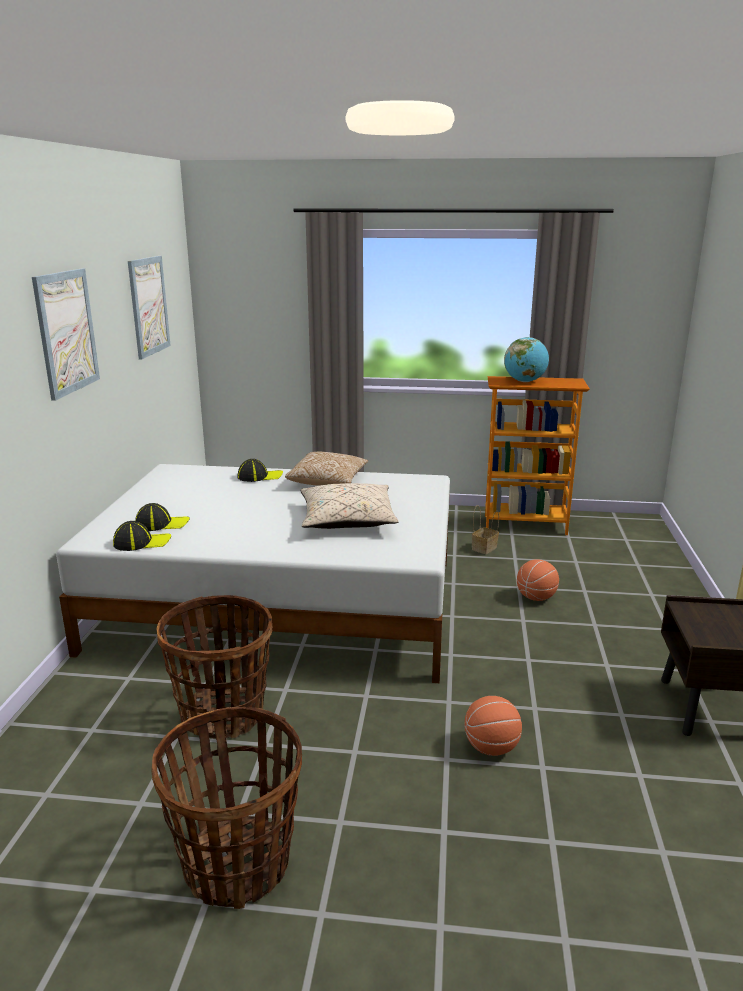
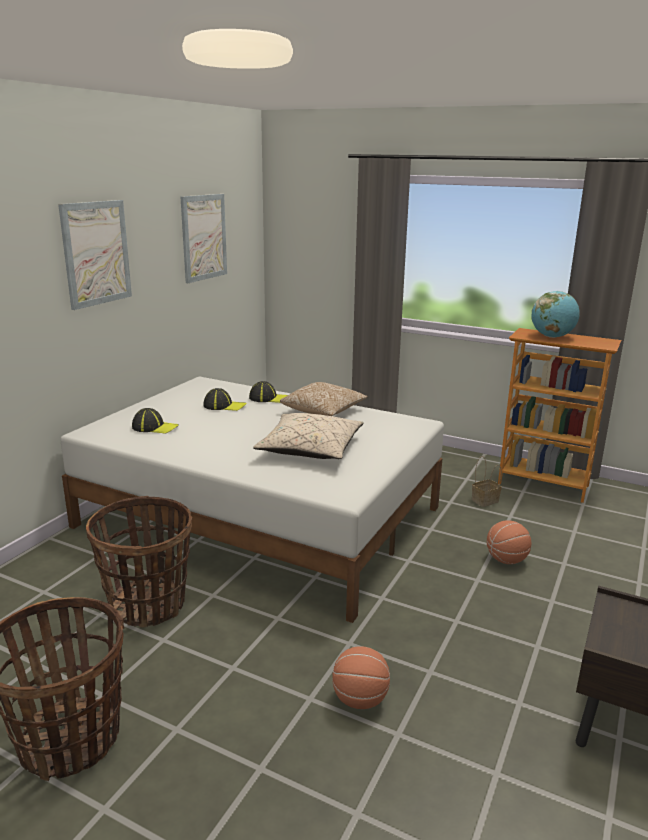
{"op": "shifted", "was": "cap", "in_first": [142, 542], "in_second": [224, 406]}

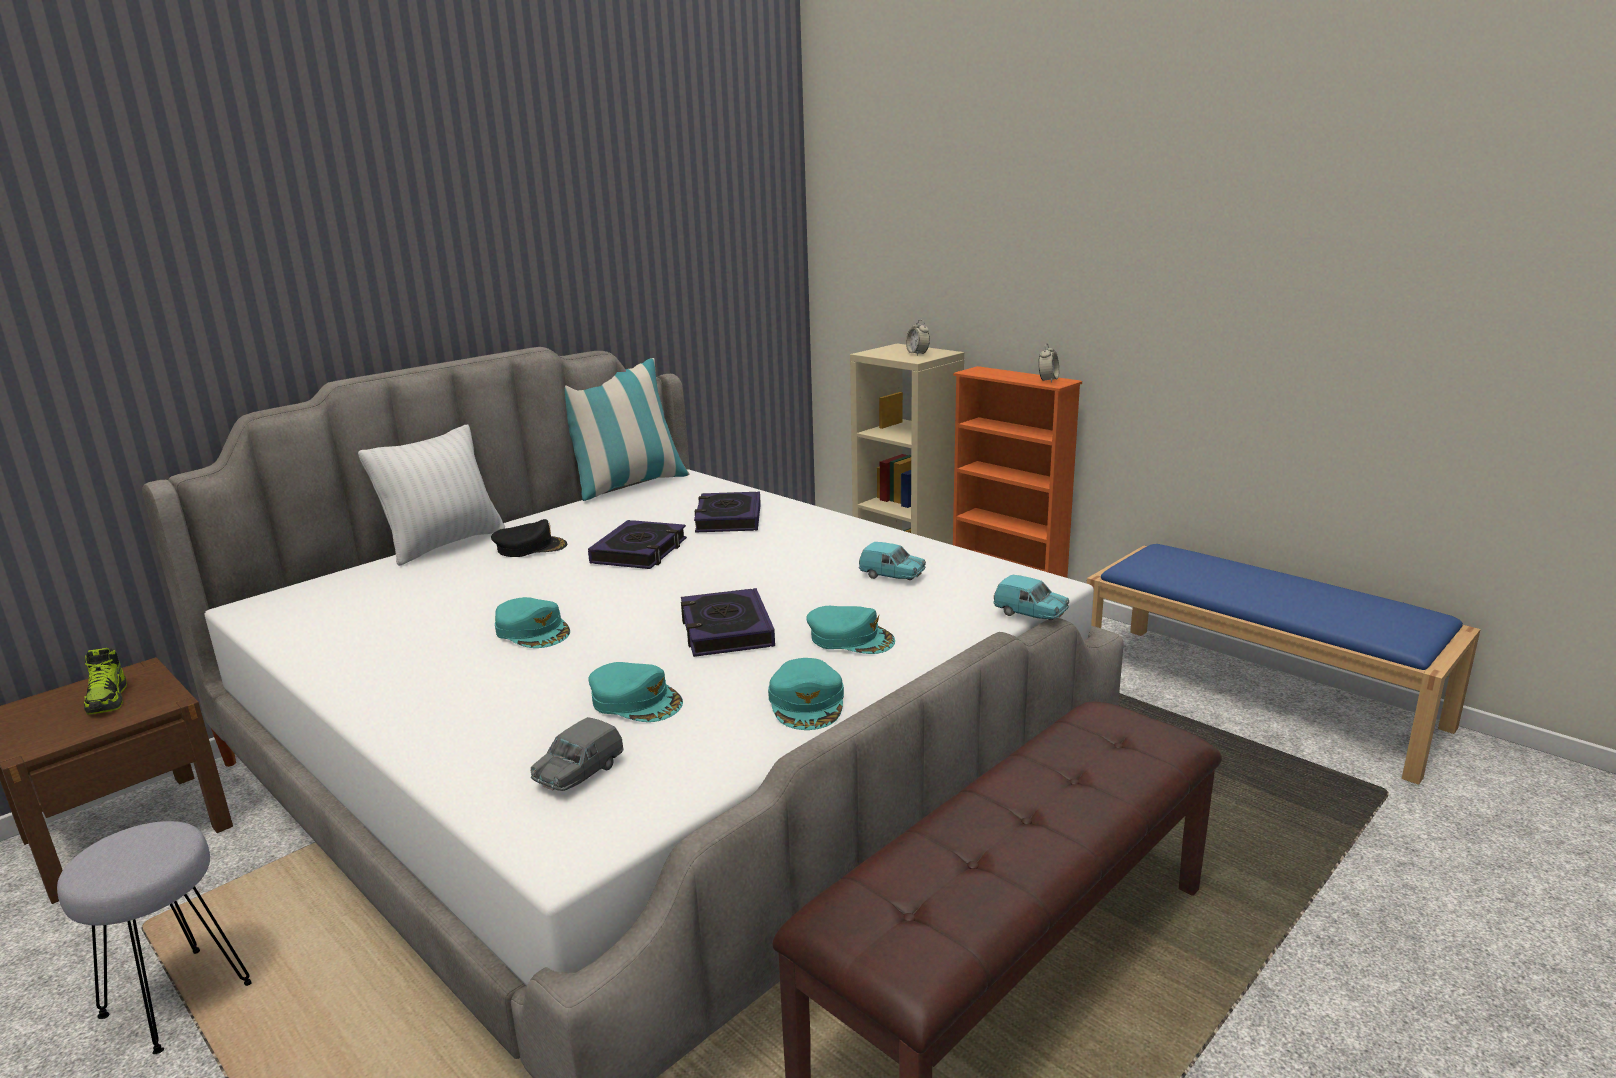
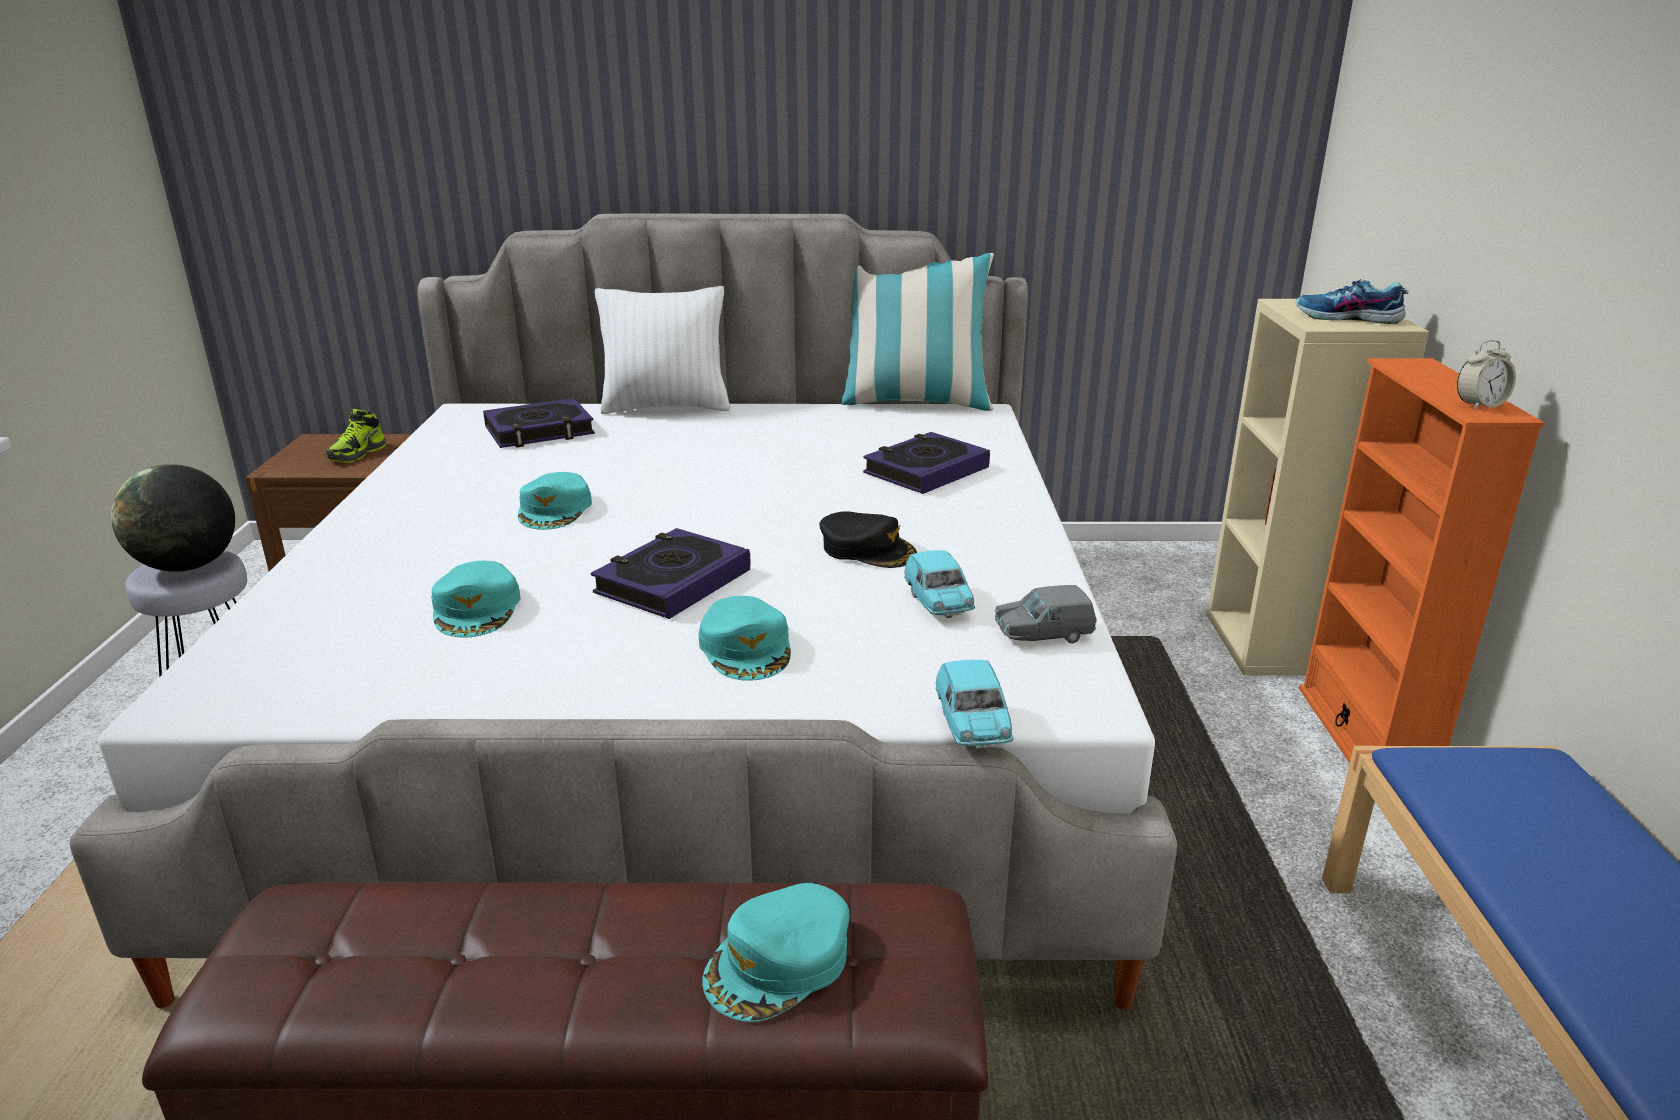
{"op": "new", "now": "globe", "in_second": [188, 566]}
{"op": "shifted", "was": "black cap", "in_first": [530, 547], "in_second": [868, 549]}
{"op": "shifted", "was": "grey toy car", "in_first": [579, 774], "in_second": [1043, 635]}
{"op": "shifted", "was": "book", "in_first": [640, 551], "in_second": [539, 431]}
{"op": "shifted", "was": "turquoise cap", "in_first": [807, 703], "in_second": [779, 963]}
{"op": "swapped", "was": "alarm clock", "now": "shoe", "in_first": [917, 354], "in_second": [1347, 318]}

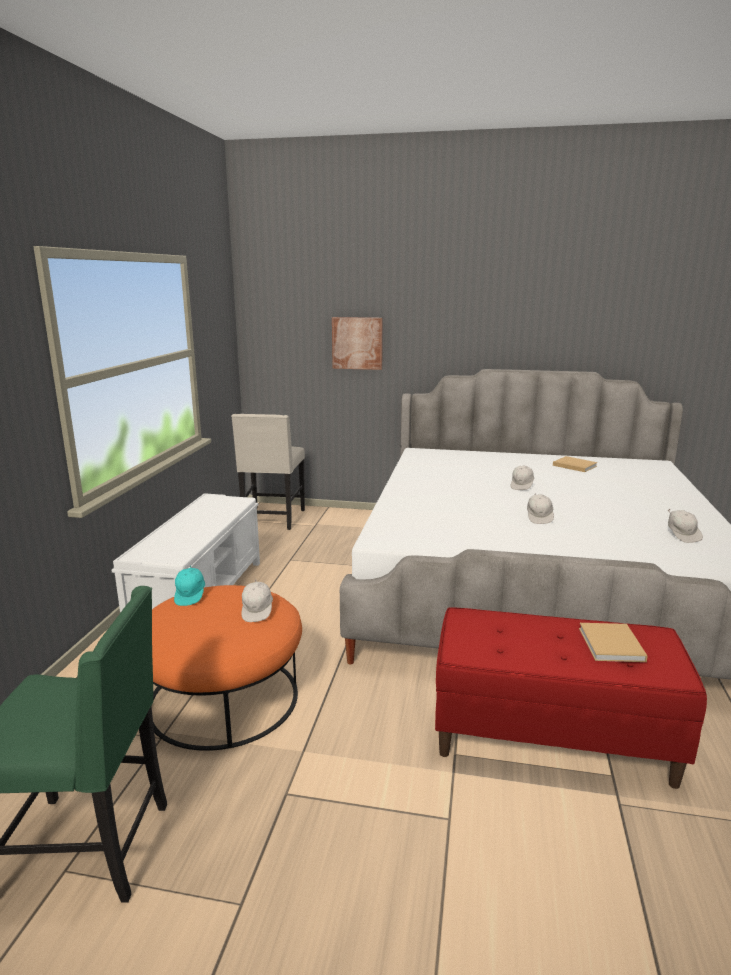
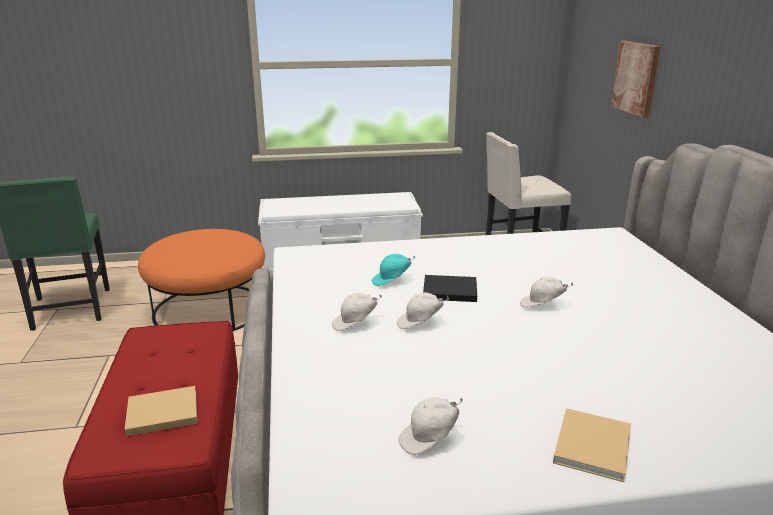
{"op": "new", "now": "black book", "in_second": [448, 290]}
{"op": "shifted", "was": "turquoise cap", "in_first": [190, 596], "in_second": [392, 281]}
{"op": "shifted", "was": "white cap", "in_first": [257, 611], "in_second": [355, 324]}
{"op": "shifted", "was": "beige book", "in_first": [573, 465], "in_second": [592, 444]}

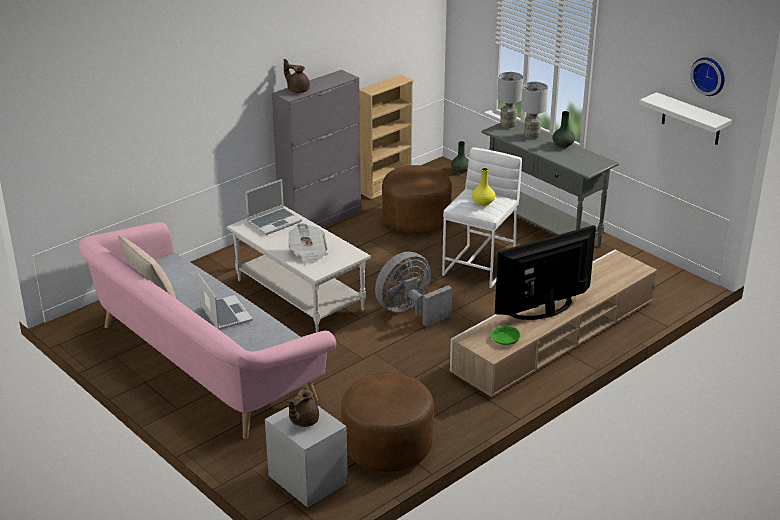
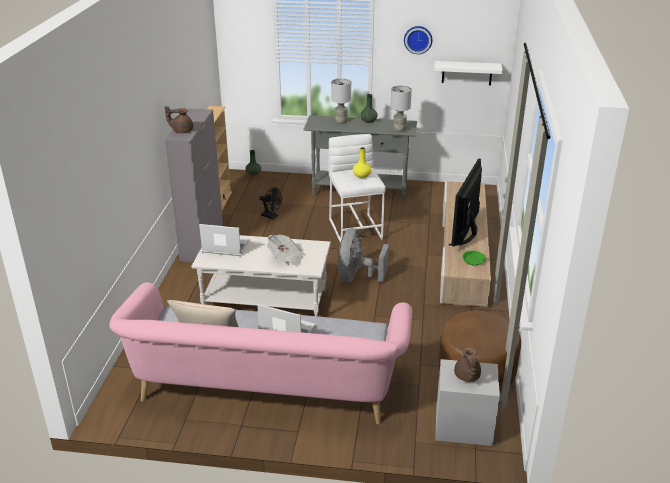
{"op": "shifted", "was": "grey table lamp", "in_first": [507, 125], "in_second": [399, 129]}
{"op": "shifted", "was": "wall clock", "in_first": [709, 75], "in_second": [418, 39]}
{"op": "swapped", "was": "brown ottoman", "now": "black fan", "in_first": [416, 220], "in_second": [271, 216]}
{"op": "rotated", "was": "laptop", "in_first": [274, 222], "in_second": [225, 247], "clockwise": -90}

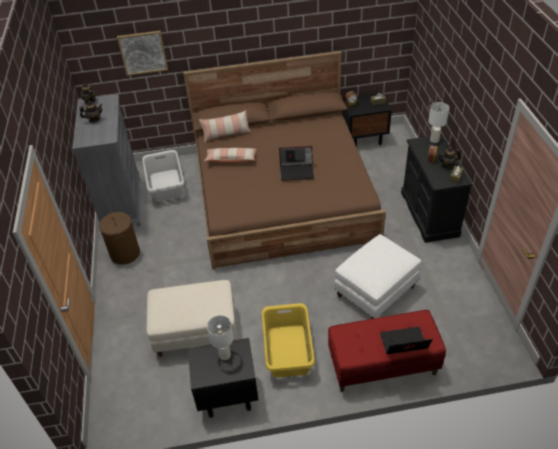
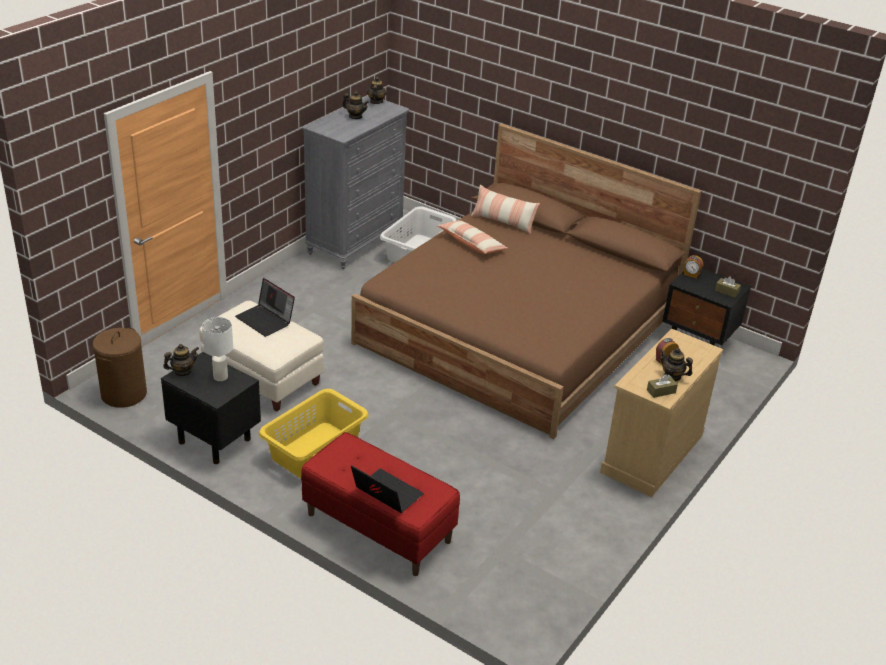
{"op": "gone", "was": "picture", "in_first": [143, 52]}
{"op": "gone", "was": "white ottoman", "in_first": [376, 292]}
{"op": "gone", "was": "white table lamp", "in_first": [434, 140]}
{"op": "new", "now": "teapot", "in_second": [182, 371]}
{"op": "shifted", "was": "brown laundry basket", "in_first": [125, 253], "in_second": [124, 394]}
{"op": "shifted", "was": "laptop", "in_first": [297, 171], "in_second": [266, 320]}
{"op": "repainted", "was": "black dresser", "now": "beige dresser", "in_first": [429, 214], "in_second": [651, 453]}

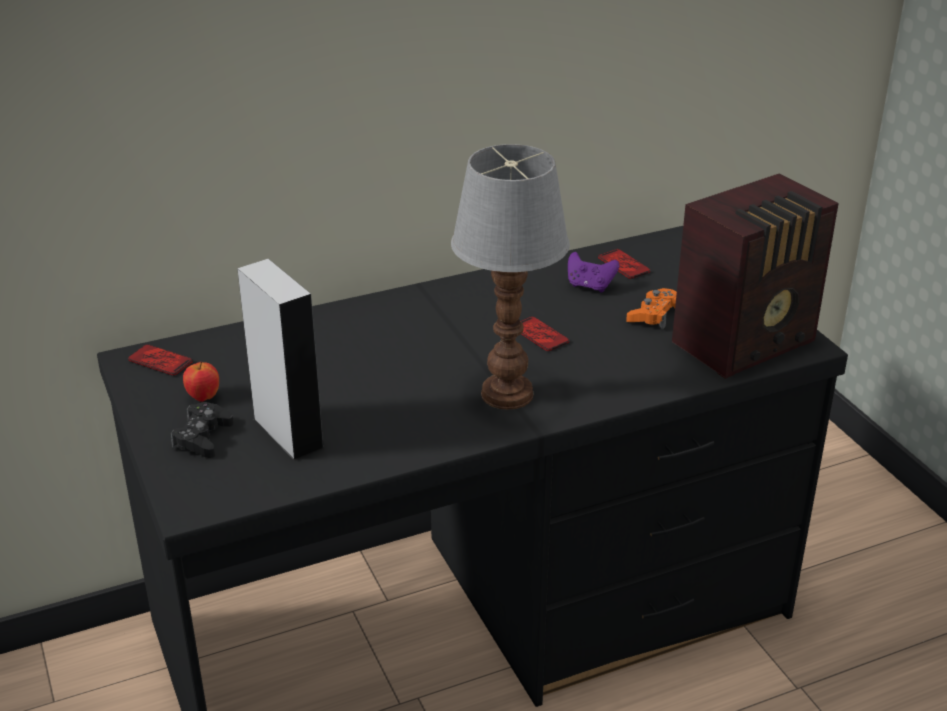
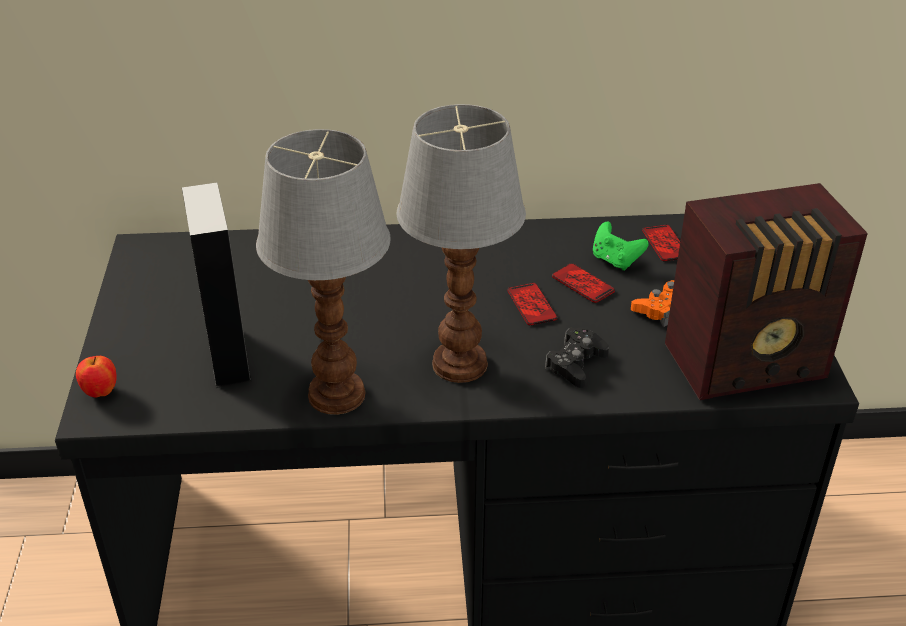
{"op": "new", "now": "table lamp", "in_second": [335, 393]}
{"op": "shifted", "was": "phone", "in_first": [160, 361], "in_second": [583, 284]}
{"op": "shifted", "was": "black game controller", "in_first": [203, 437], "in_second": [576, 364]}
{"op": "shifted", "was": "apple", "in_first": [203, 397], "in_second": [100, 392]}
{"op": "repainted", "was": "purple game controller", "now": "green game controller", "in_first": [590, 286], "in_second": [615, 260]}

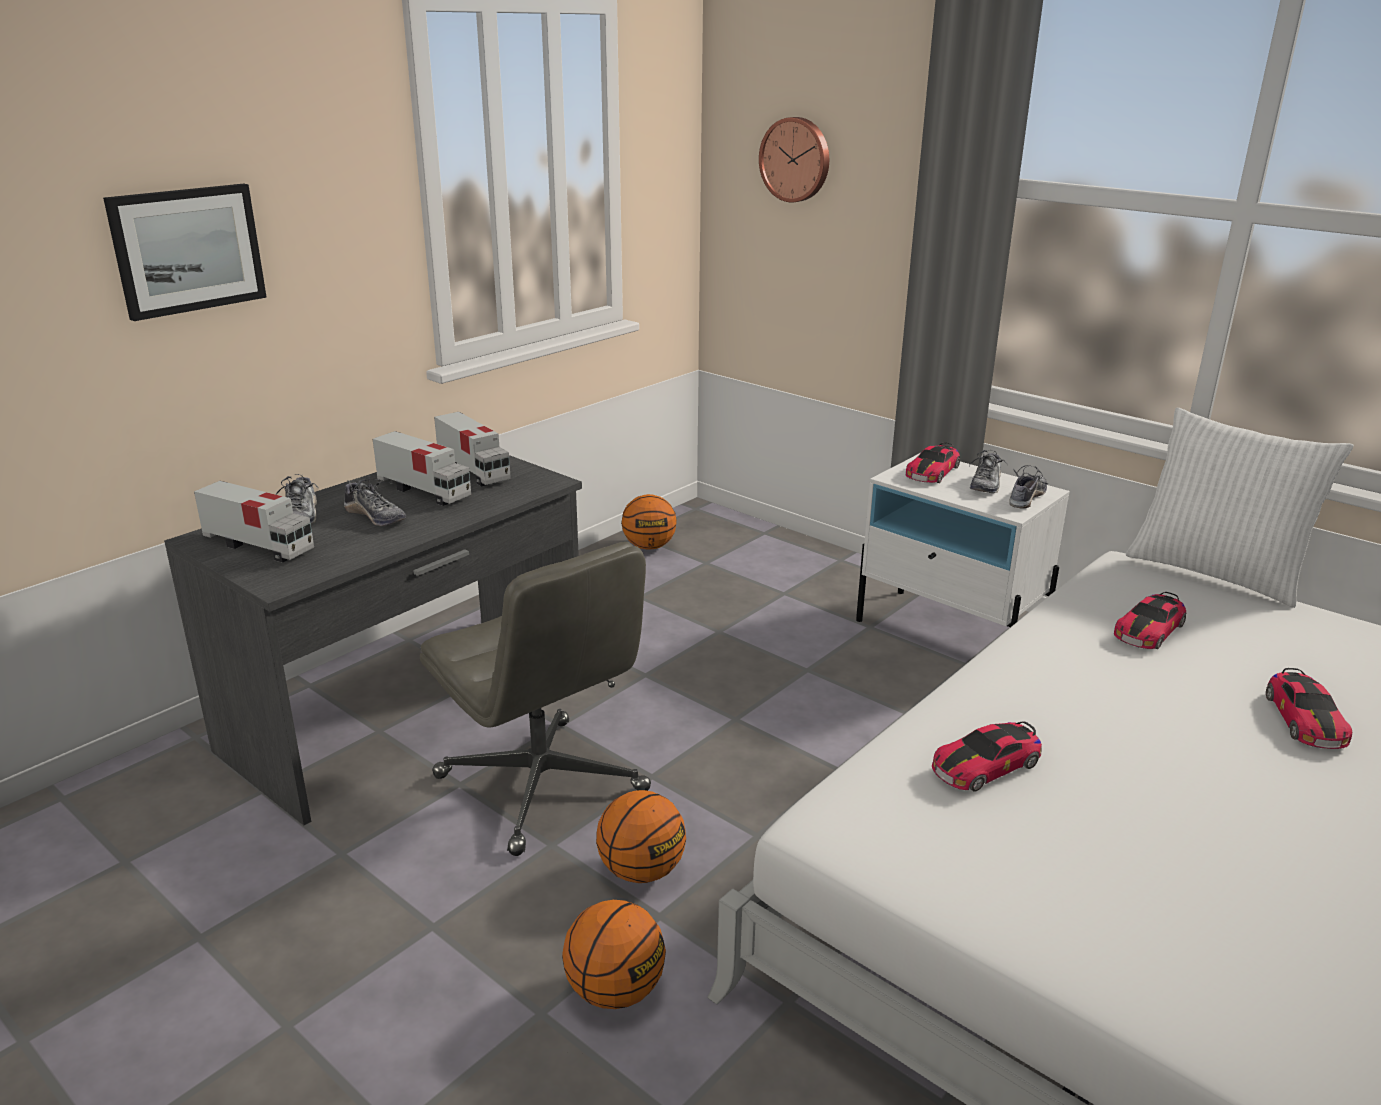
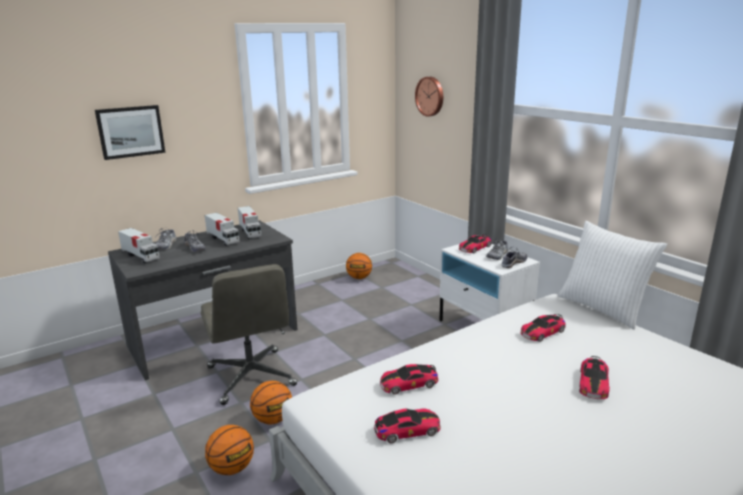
{"op": "new", "now": "toy car", "in_second": [407, 430]}

